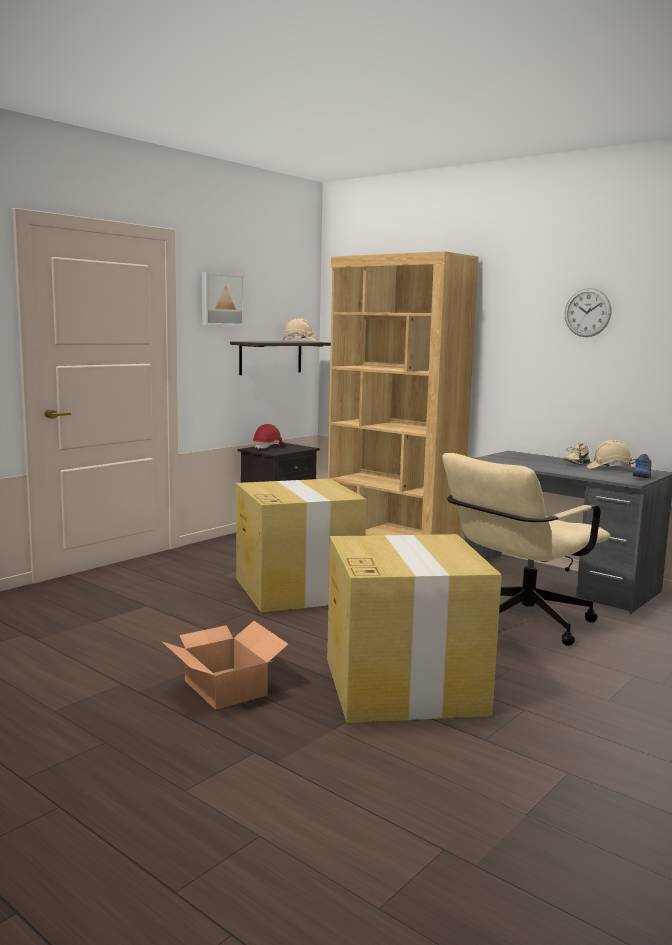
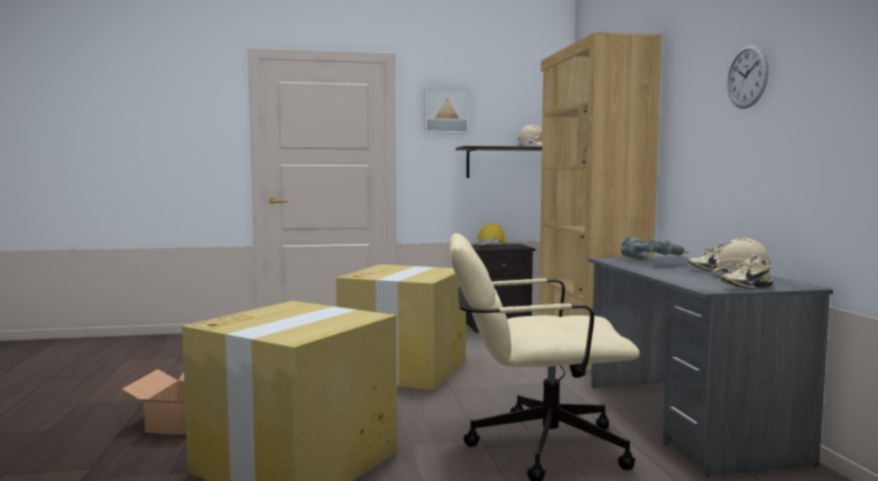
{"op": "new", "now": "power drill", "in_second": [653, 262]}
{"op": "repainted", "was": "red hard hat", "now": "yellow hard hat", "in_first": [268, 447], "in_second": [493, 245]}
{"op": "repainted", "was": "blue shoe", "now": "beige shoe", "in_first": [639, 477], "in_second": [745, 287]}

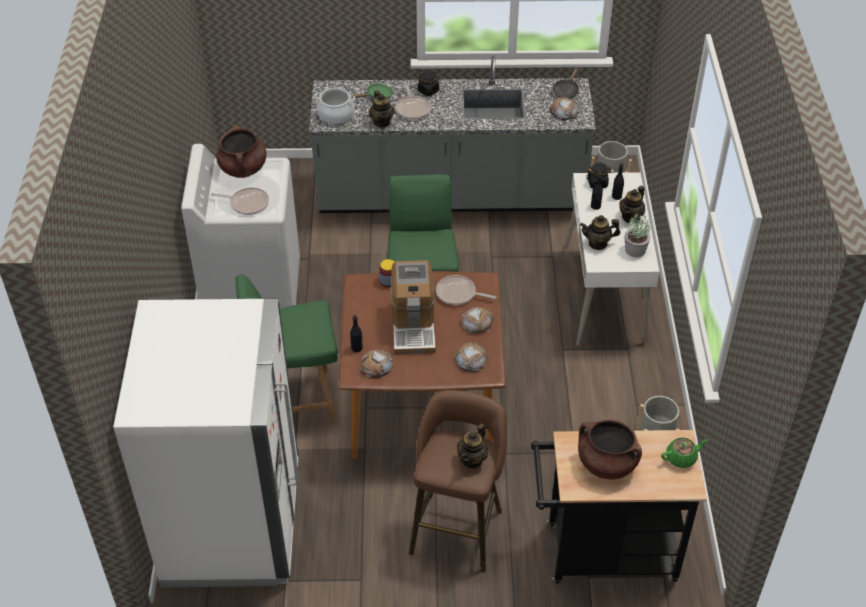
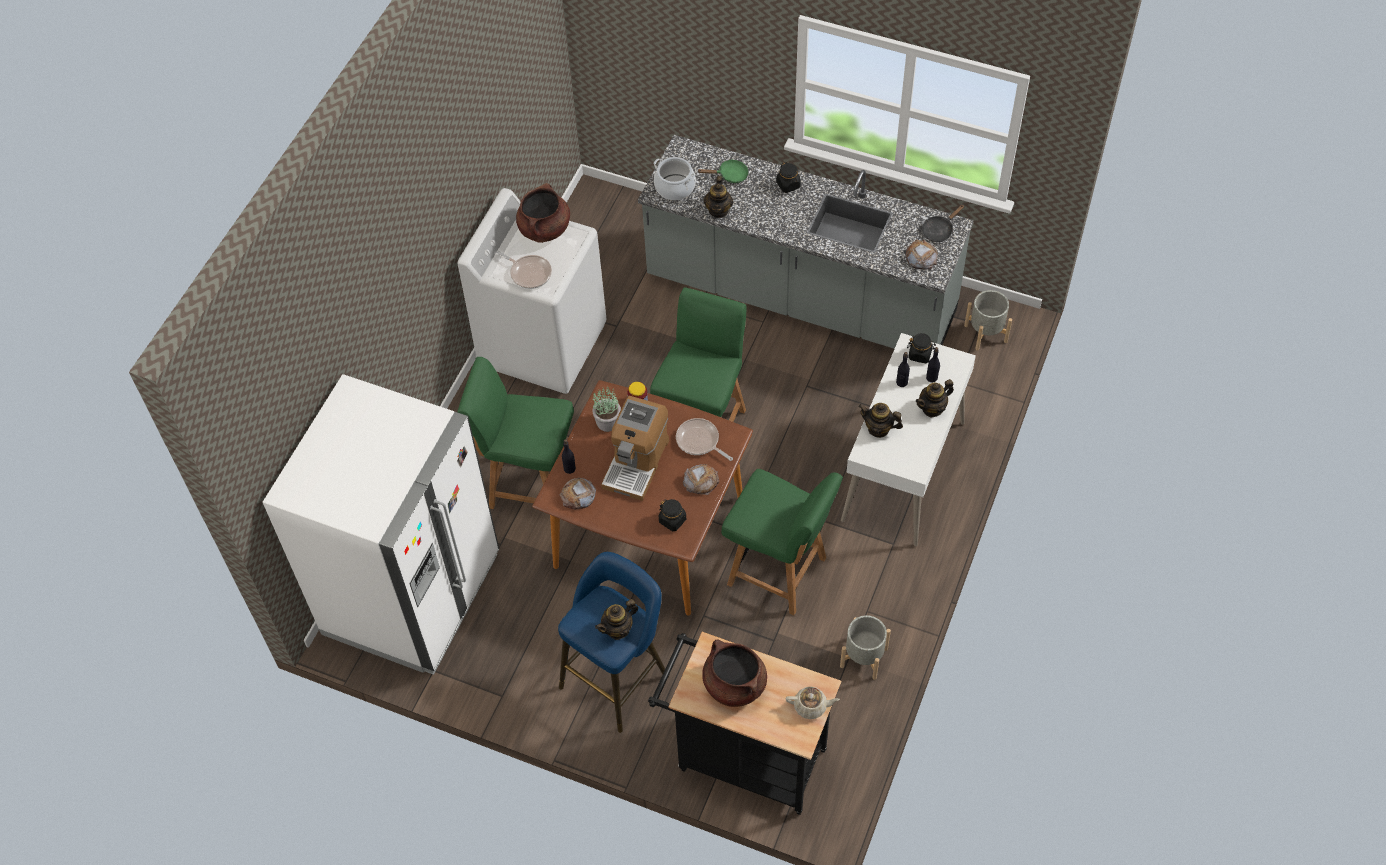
{"op": "gone", "was": "frying pan", "in_first": [413, 109]}
{"op": "new", "now": "green chair", "in_second": [779, 572]}
{"op": "shifted", "was": "potted plant", "in_first": [635, 249], "in_second": [608, 421]}
{"op": "swapped", "was": "bread", "now": "black jar", "in_first": [470, 359], "in_second": [672, 520]}
{"op": "repainted", "was": "brown stool", "now": "blue stool", "in_first": [457, 527], "in_second": [618, 677]}
{"op": "repainted", "was": "green teapot", "now": "beige teapot", "in_first": [681, 458], "in_second": [811, 706]}

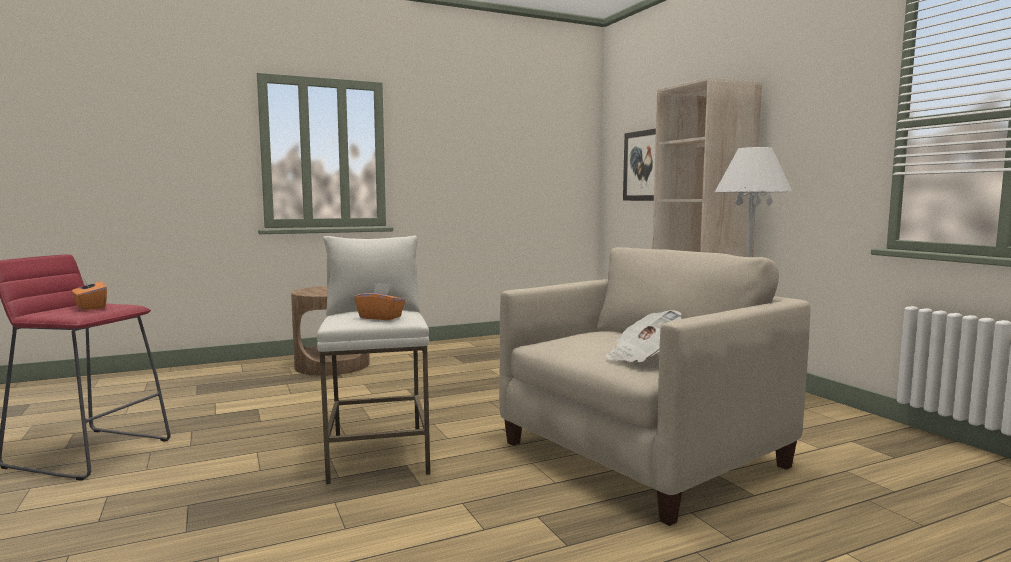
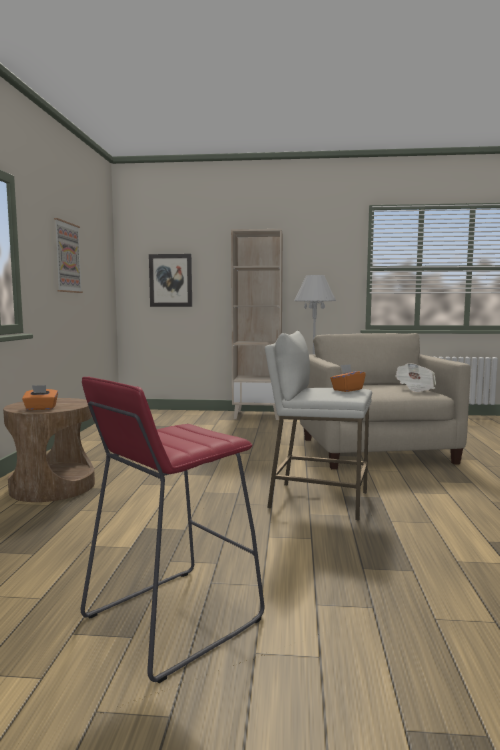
{"op": "new", "now": "picture", "in_second": [67, 257]}
{"op": "shifted", "was": "orange tissue box", "in_first": [90, 307], "in_second": [41, 408]}

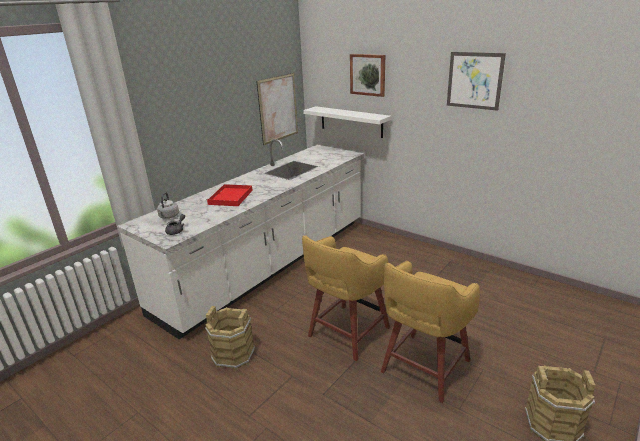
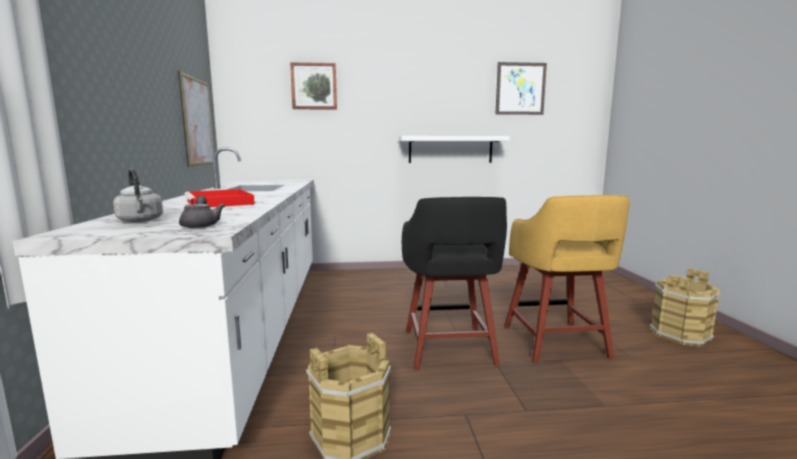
{"op": "shifted", "was": "white shelf", "in_first": [351, 121], "in_second": [450, 149]}
{"op": "shifted", "was": "picture", "in_first": [474, 80], "in_second": [520, 88]}
{"op": "repainted", "was": "yellow stool", "now": "black stool", "in_first": [347, 333], "in_second": [449, 349]}

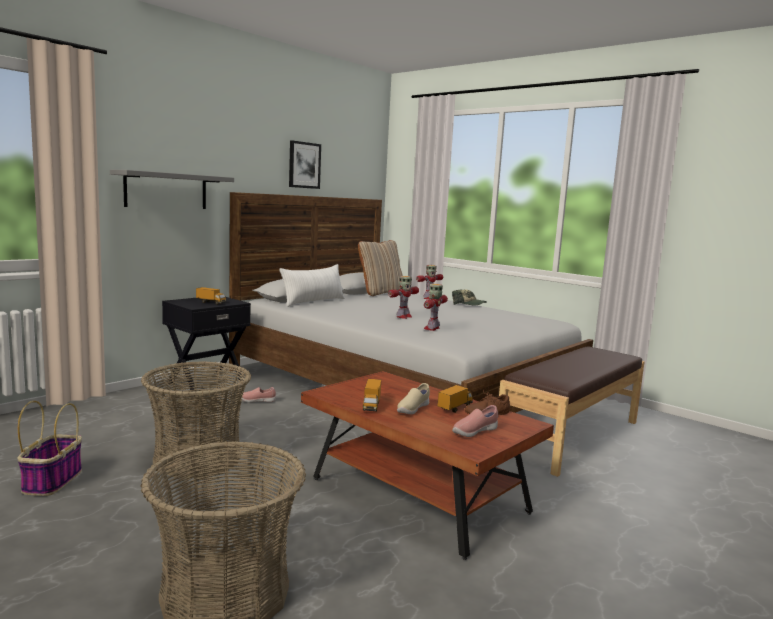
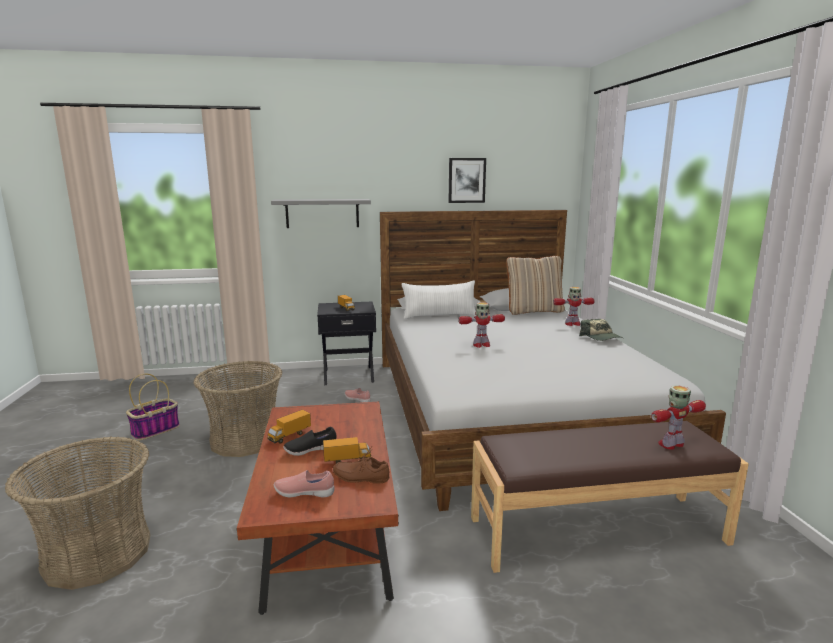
{"op": "shifted", "was": "toy robot", "in_first": [432, 328], "in_second": [672, 444]}
{"op": "repainted", "was": "beige shoe", "now": "black shoe", "in_first": [412, 409], "in_second": [310, 450]}

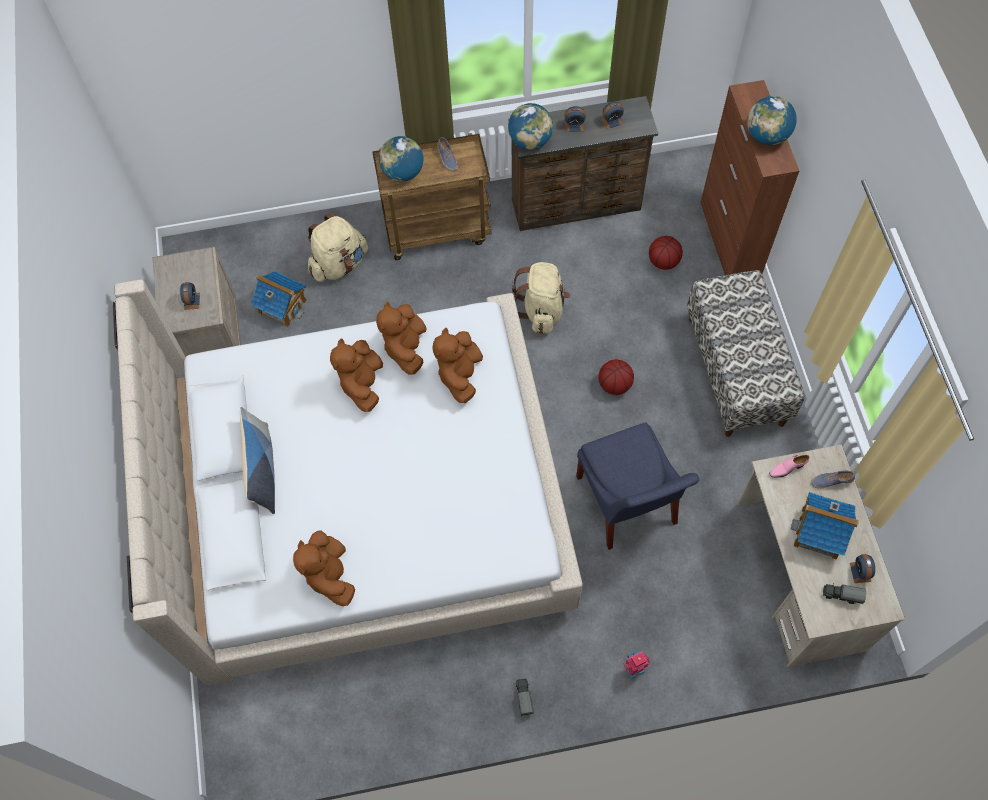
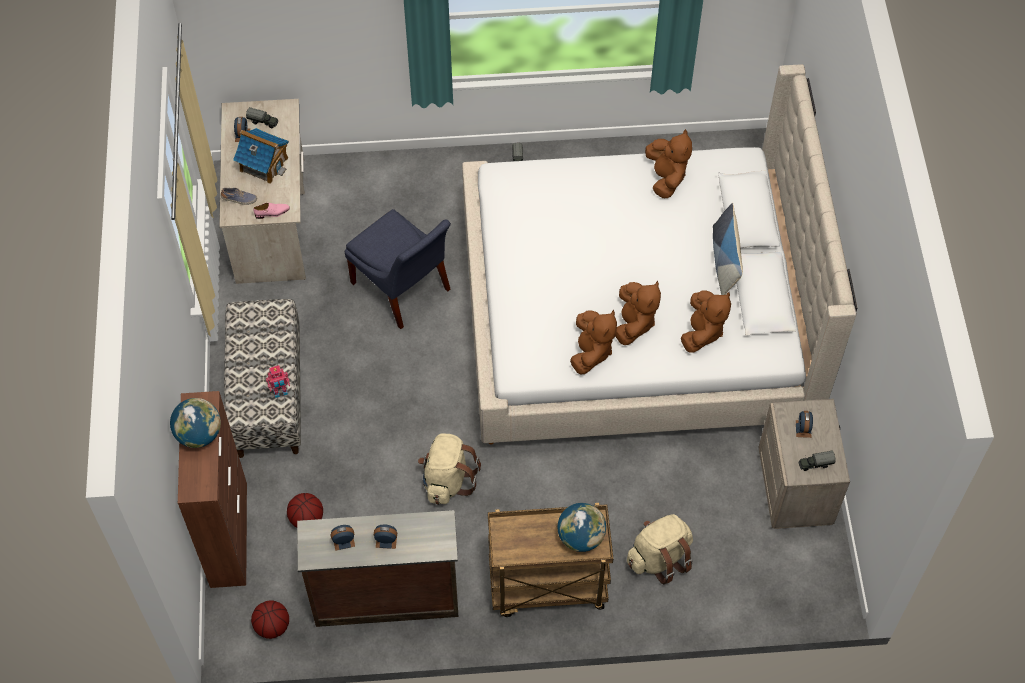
{"op": "gone", "was": "toy house", "in_first": [282, 306]}
{"op": "gone", "was": "shoe", "in_first": [447, 158]}
{"op": "gone", "was": "globe", "in_first": [530, 141]}
{"op": "new", "now": "toy truck", "in_second": [815, 464]}
{"op": "shifted", "was": "brown plush toy", "in_first": [460, 375], "in_second": [702, 331]}
{"op": "shifted", "was": "basketball", "in_first": [615, 385], "in_second": [272, 626]}
{"op": "shifted", "was": "toy robot", "in_first": [634, 668], "in_second": [280, 392]}
{"op": "rotated", "was": "blue chair", "in_first": [627, 504], "in_second": [403, 289], "clockwise": 150}

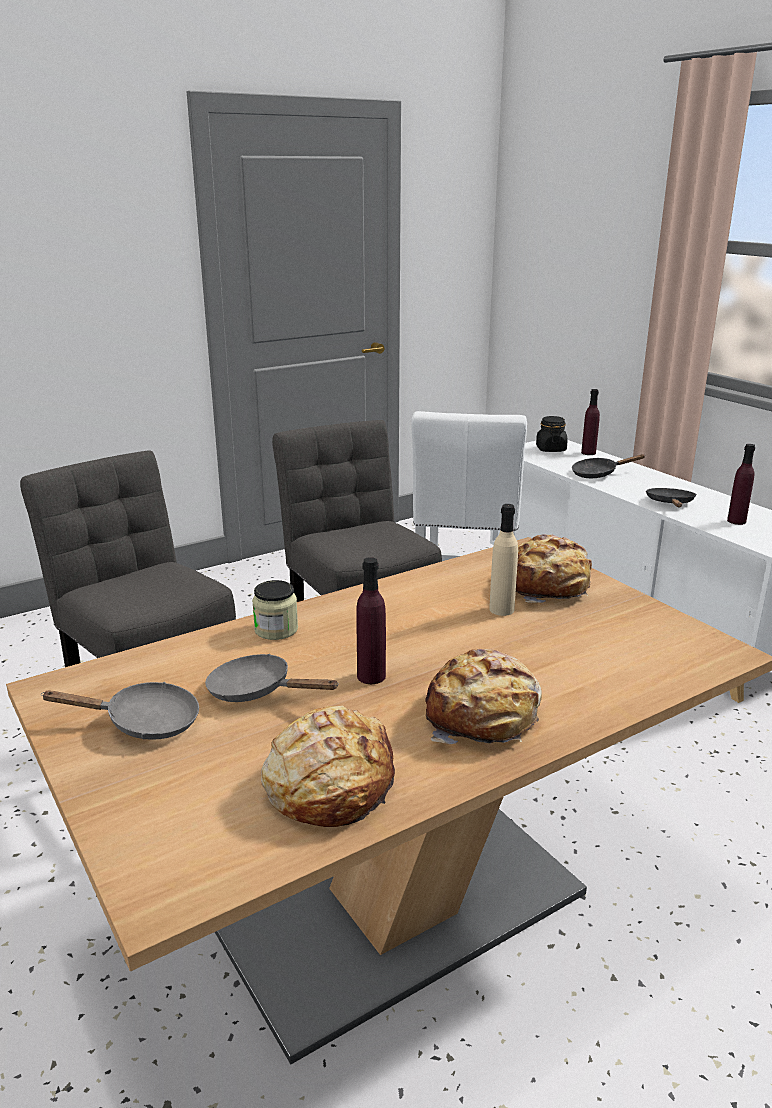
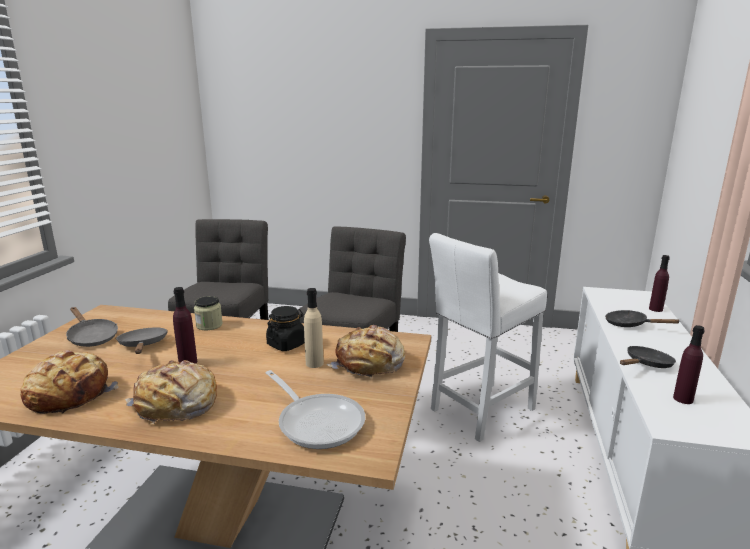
{"op": "new", "now": "frying pan", "in_second": [317, 422]}
{"op": "shifted", "was": "black jar", "in_first": [550, 449], "in_second": [286, 344]}

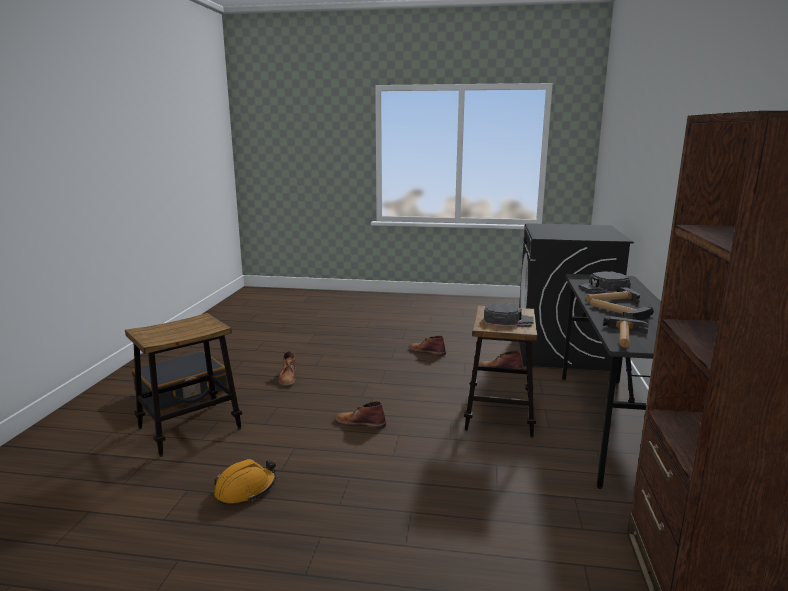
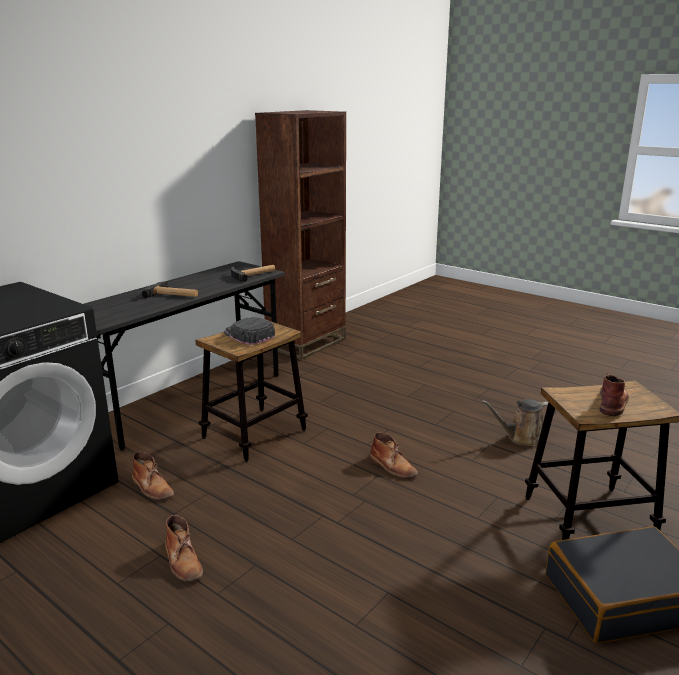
{"op": "gone", "was": "black cap", "in_first": [603, 288]}
{"op": "gone", "was": "hammer", "in_first": [616, 313]}
{"op": "shifted", "was": "brown boot", "in_first": [288, 378], "in_second": [612, 401]}
{"op": "swapped", "was": "orange hard hat", "now": "brown watering can", "in_first": [245, 489], "in_second": [522, 438]}

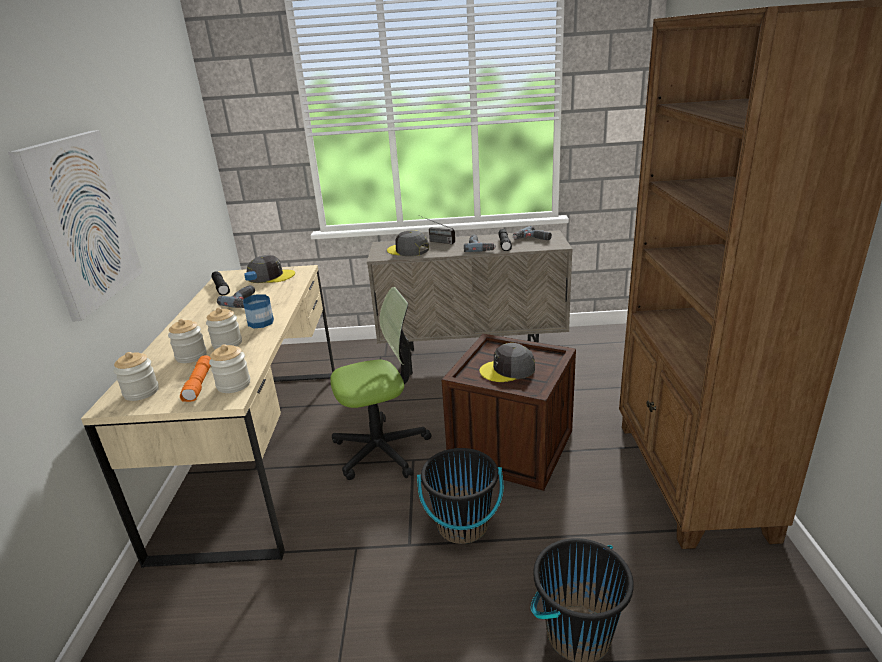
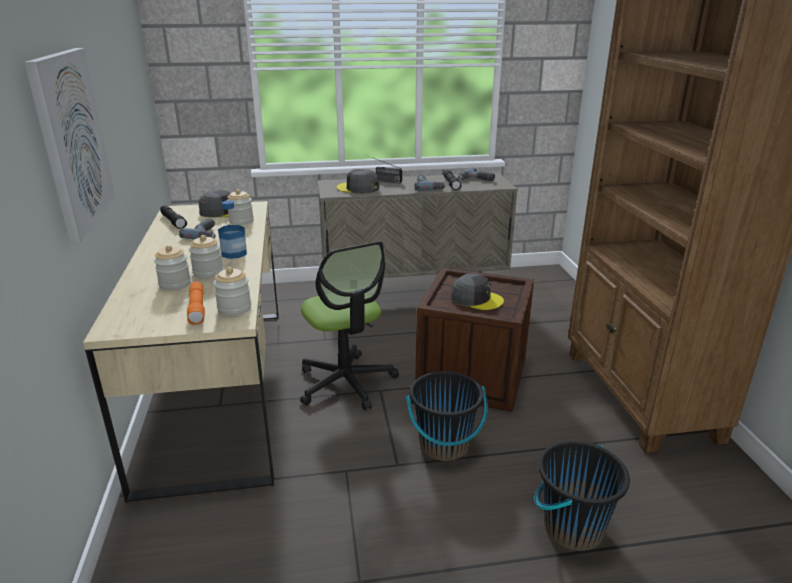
{"op": "shifted", "was": "jar", "in_first": [141, 392], "in_second": [241, 221]}
{"op": "rotated", "was": "office chair", "in_first": [381, 450], "in_second": [346, 382], "clockwise": 90}
{"op": "rotated", "was": "grey cap", "in_first": [508, 370], "in_second": [476, 299], "clockwise": -135}

